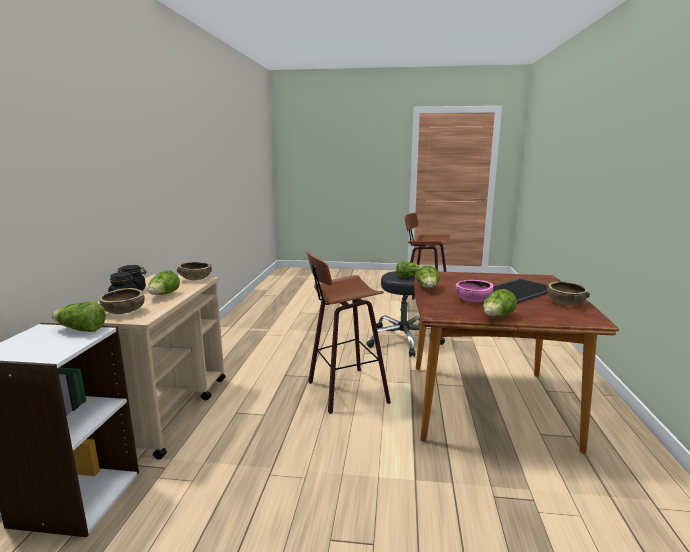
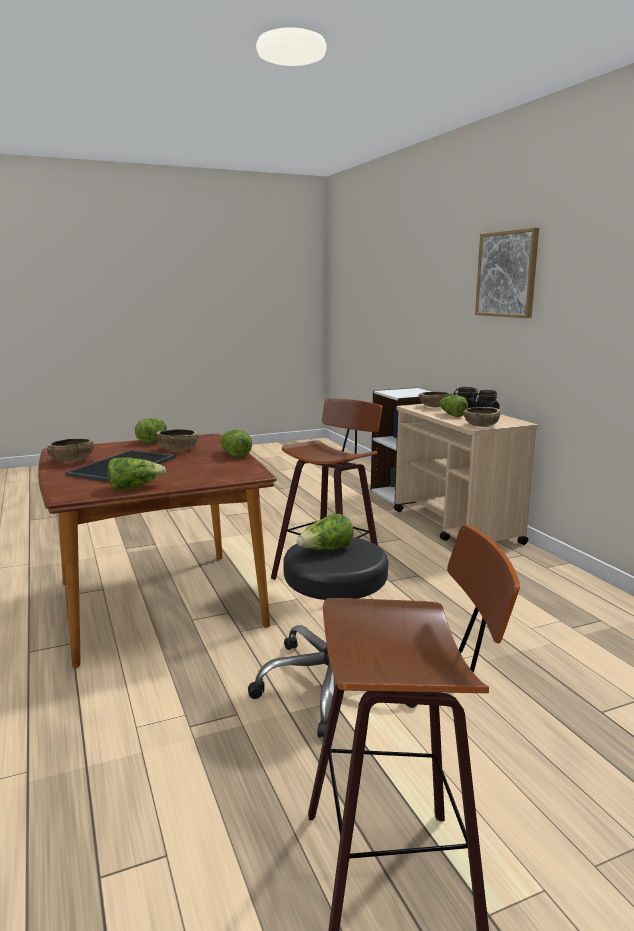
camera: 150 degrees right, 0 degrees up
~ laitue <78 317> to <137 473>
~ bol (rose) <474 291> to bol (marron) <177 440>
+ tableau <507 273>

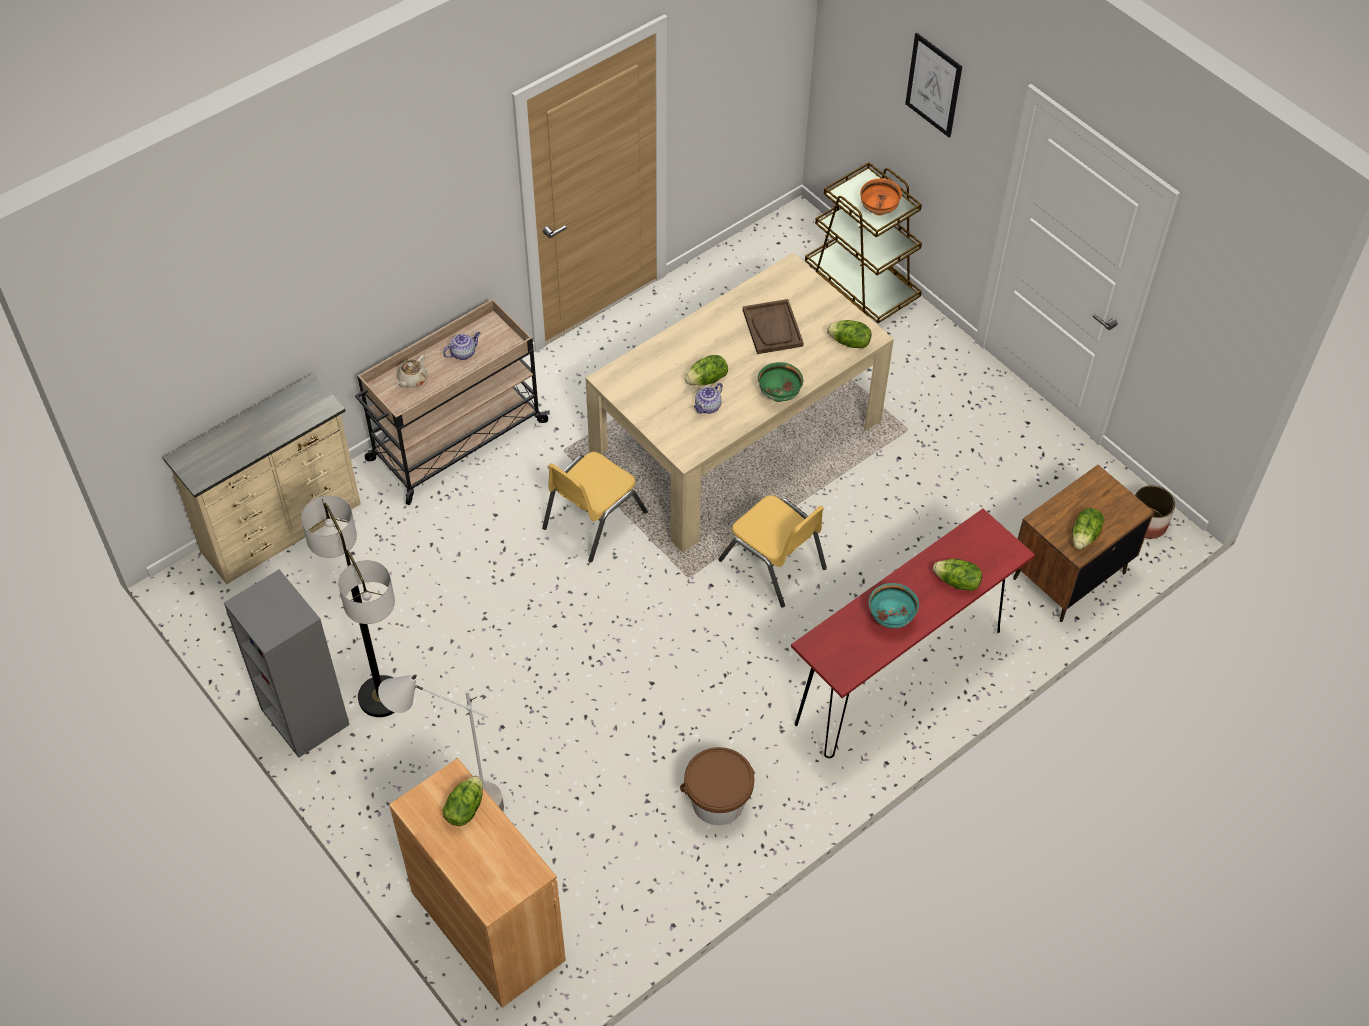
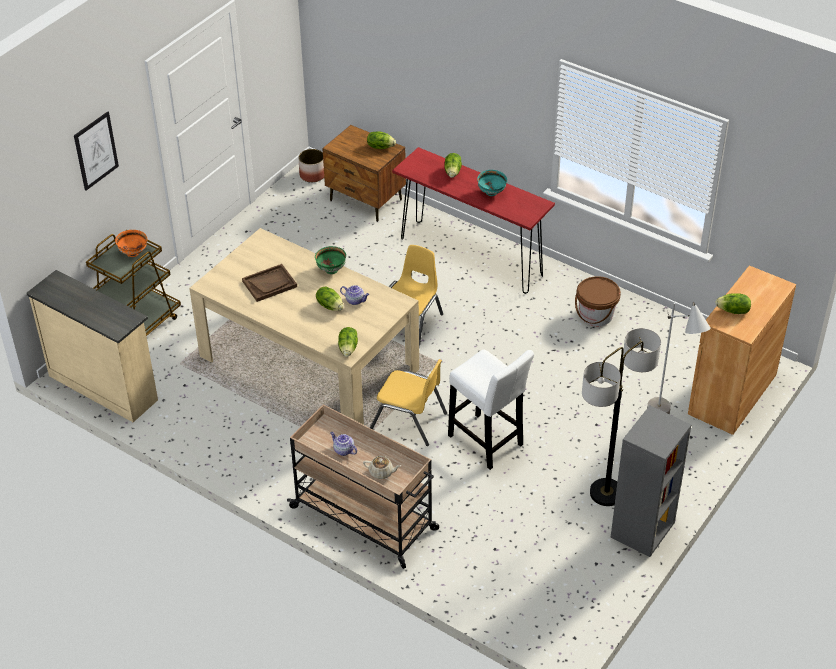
camera: 105 degrees left, 10 degrees down
~ commode (beige) <262 479> to <92 346>
~ laitue <849 334> to <348 342>
+ tabouret (blanc) <491 409>

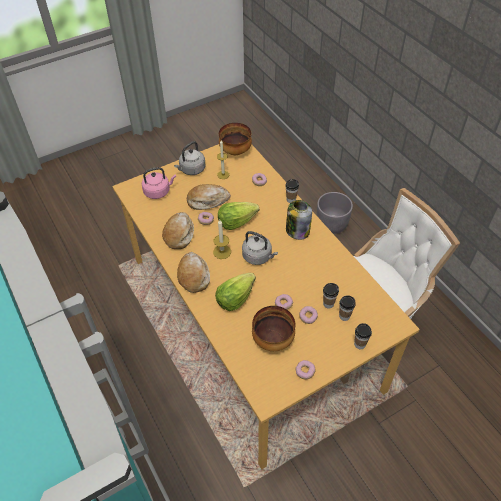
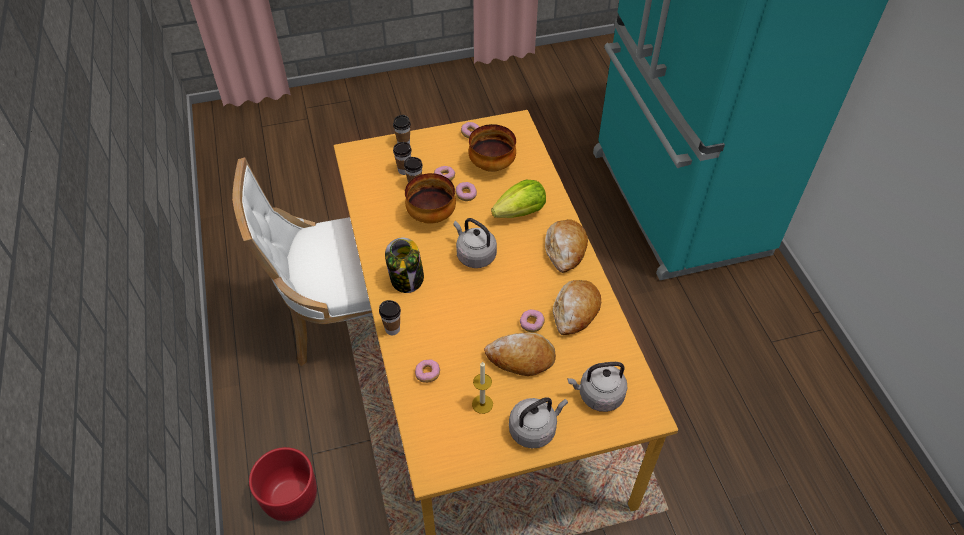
camera: 165 degrees left, 0 degrees up
~ bouilloire (rose) <159 183> to bouilloire (gris) <598 387>
- bougie <222 239>
- laitue <239 216>
~ bol <235 139> to <430 198>
~ cache-pot (gris) <335 213> to cache-pot (rouge) <283 484>

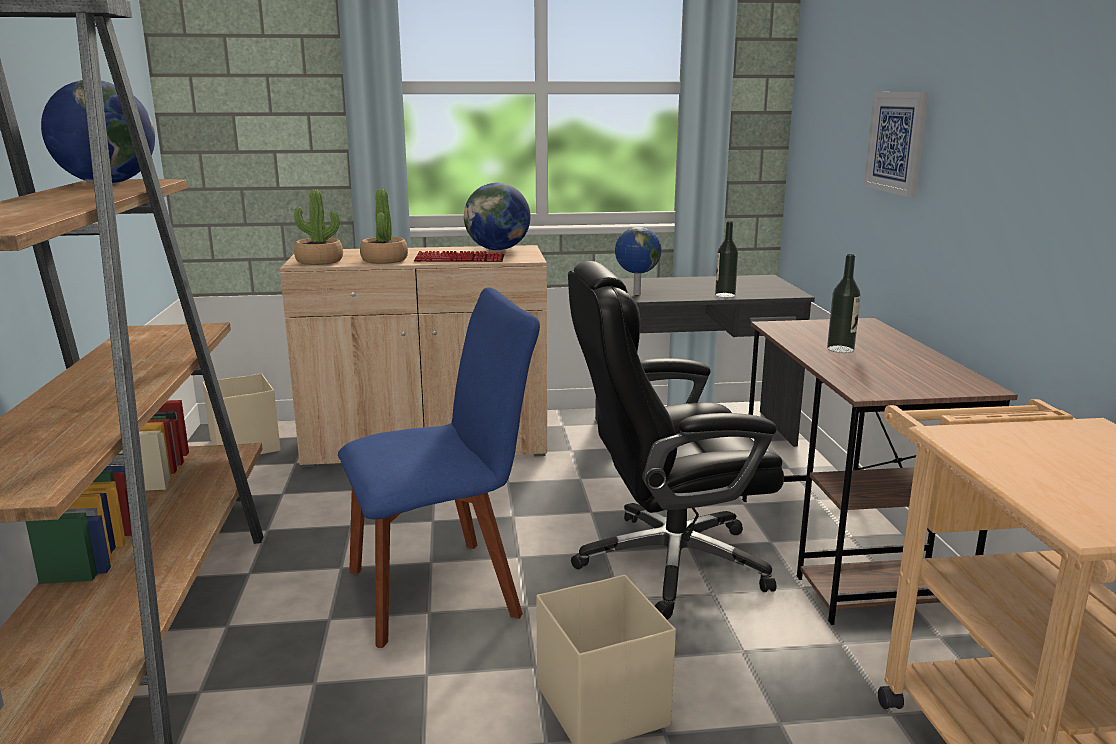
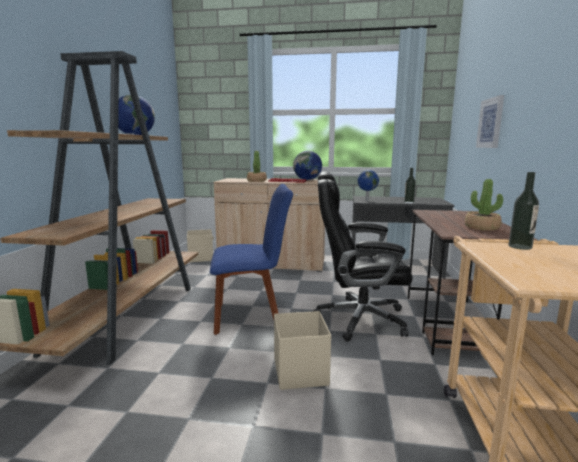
camera: 15 degrees right, 5 degrees down
~ plante en pot <318 227> to <484 205>
~ bouteille <844 303> to <524 211>

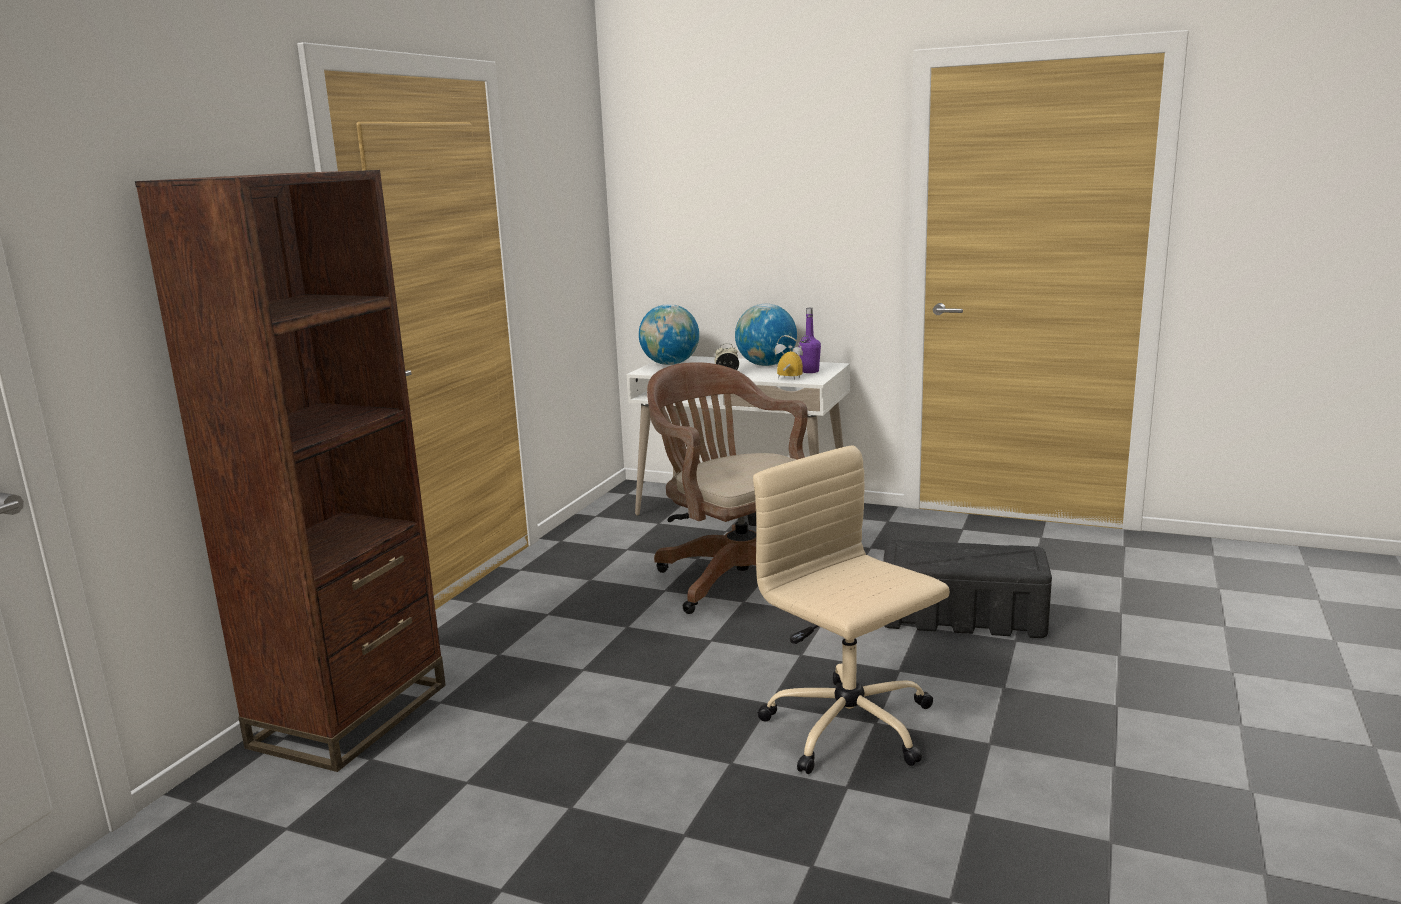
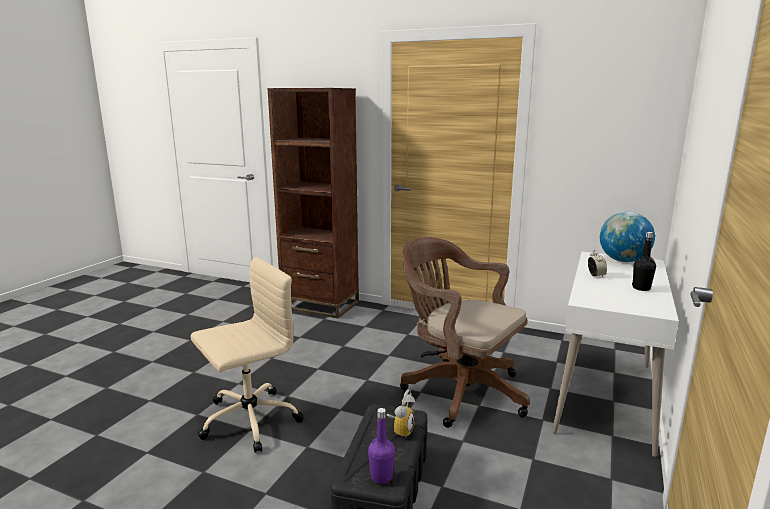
camera: 90 degrees right, 0 degrees up
~ chaise de bureau (marron) <727 488> = <465 332> 105 degrees counterclockwise
~ globe <766 335> to bouteille (noir) <644 261>
~ réveil <788 357> to <401 413>
~ bouteille (violet) <810 340> to <381 446>

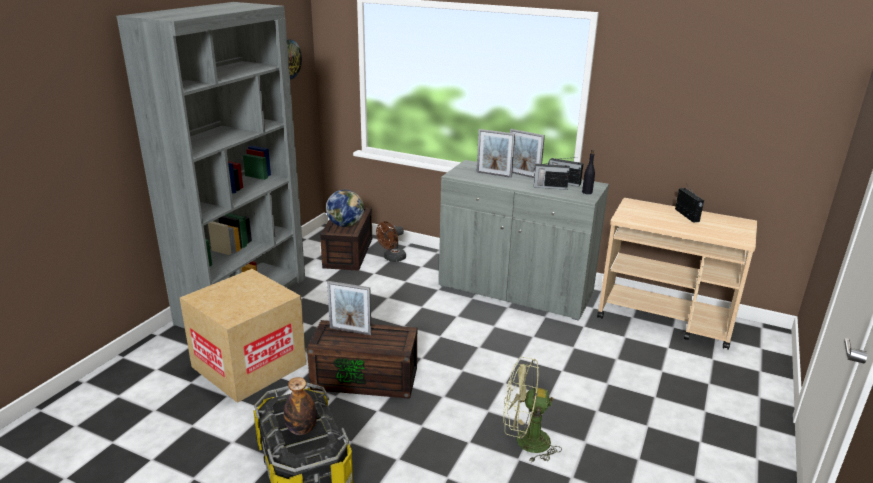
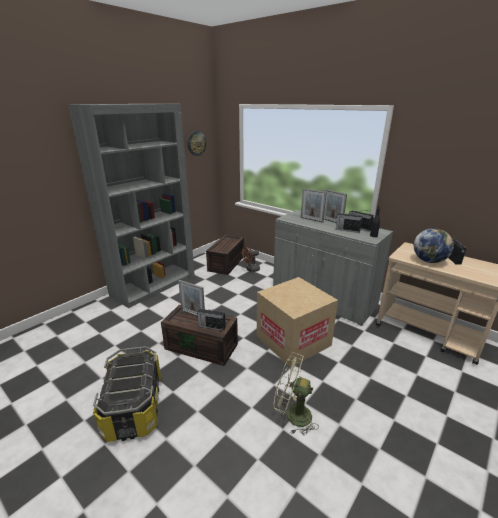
camera: 15 degrees right, 0 degrees up
~ carton <243 336> to <297 322>
- bouteille <300 406>
~ globe <345 208> to <434 245>
+ radio <211 320>

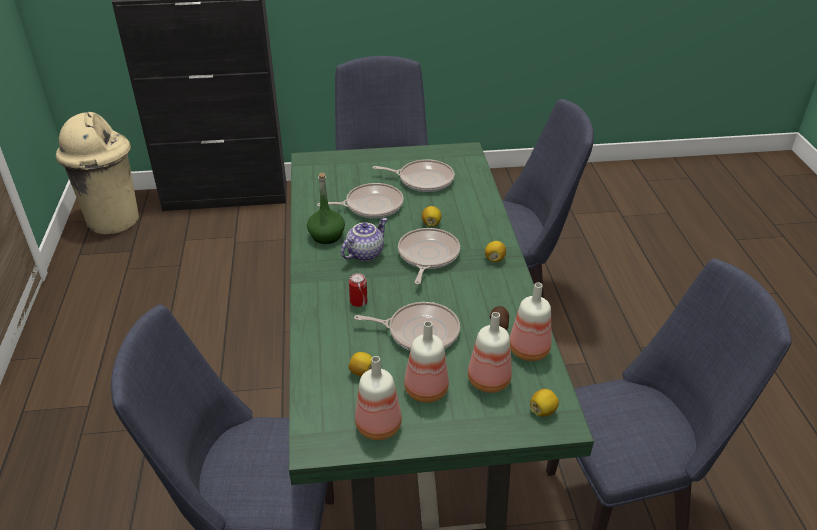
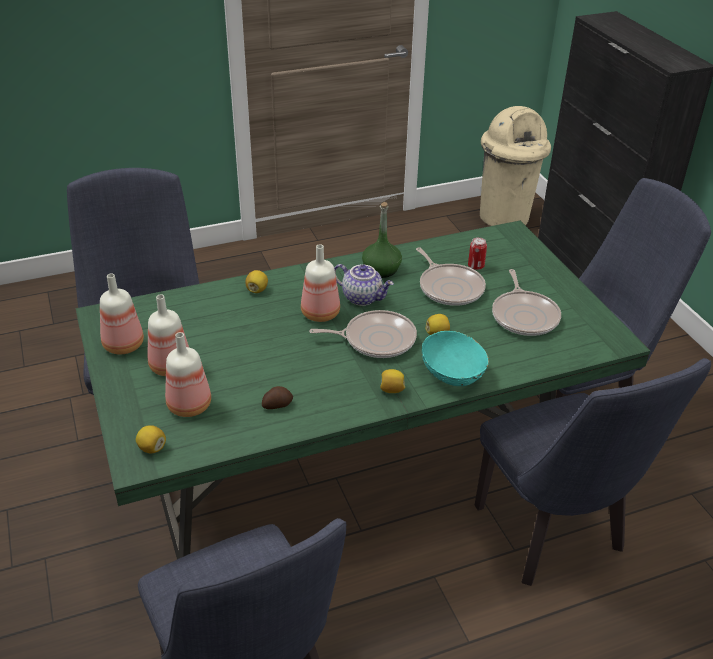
camera: 75 degrees right, 0 degrees up
~ citron <360 364> to <256 281>
~ boîte métallique <358 290> to <477 253>
- poêle <407 326>
~ bouteille <531 322> to <320 283>
+ bol (turquoise) <455 358>

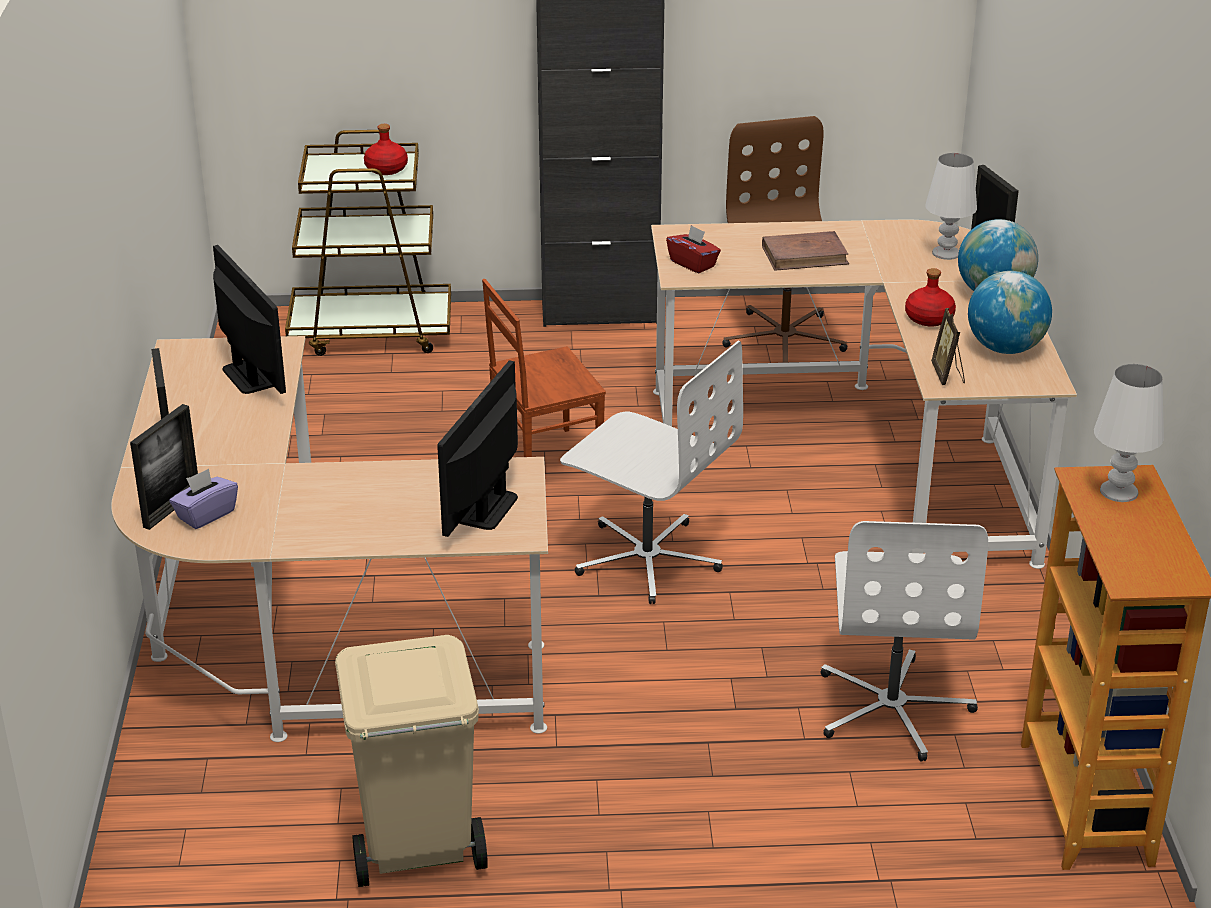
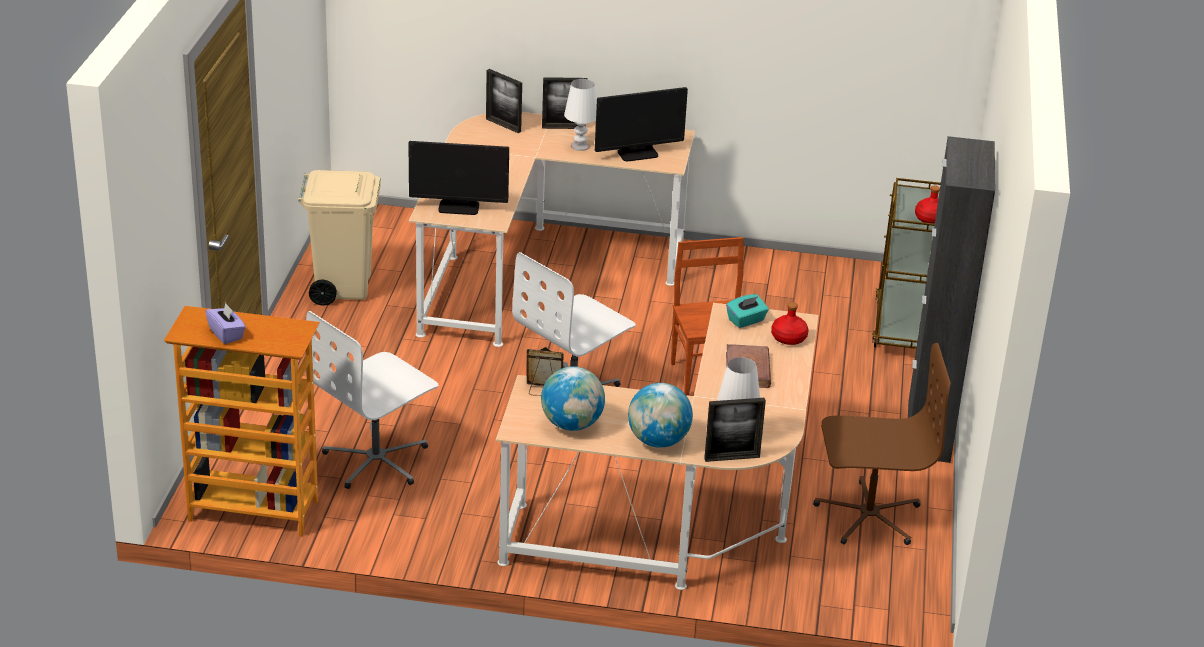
camera: 100 degrees right, 0 degrees up
~ boîte à mouchoirs (violet) <203 499> to <225 323>
~ écran d'ordinateur <477 448> = <458 178> 150 degrees clockwise
~ boîte à mouchoirs (rouge) <693 249> to boîte à mouchoirs (turquoise) <747 311>
~ chaise de bureau (blanc) <904 641> = <372 400> 60 degrees counterclockwise
~ bouteille (rouge) <930 297> to <790 323>
~ lampe de table (blanc) <1129 433> to <580 115>

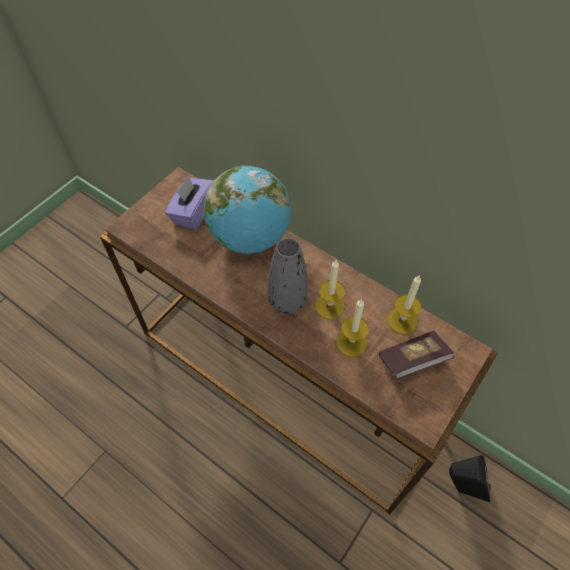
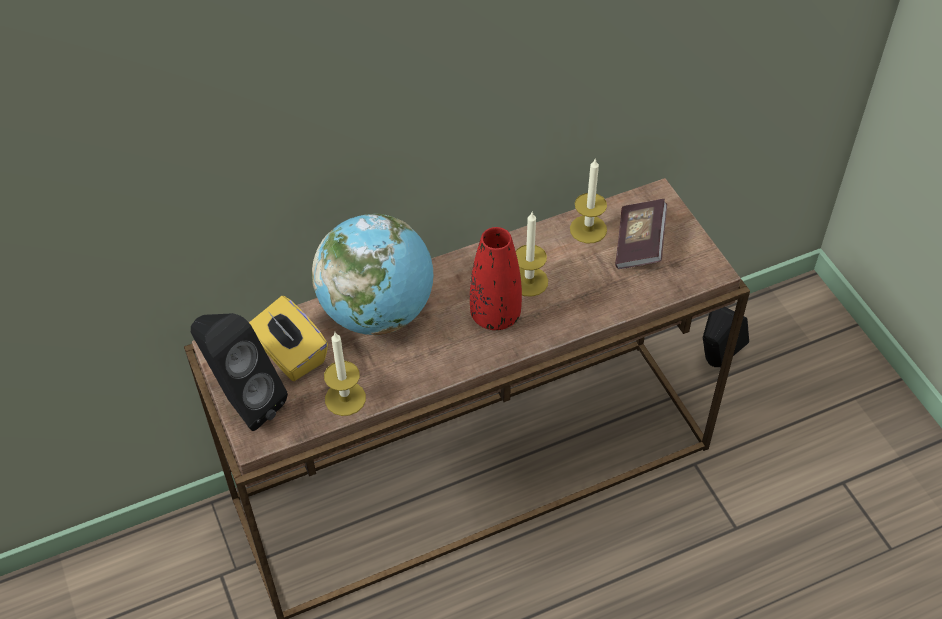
camera: 60 degrees left, 5 degrees down
~ boîte à mouchoirs (violet) <189 203> to boîte à mouchoirs (jaune) <288 338>
~ vase (gris) <288 276> to vase (rouge) <496 278>
~ bougie <352 328> to <345 374>
+ enceinte (noir) <239 372>

